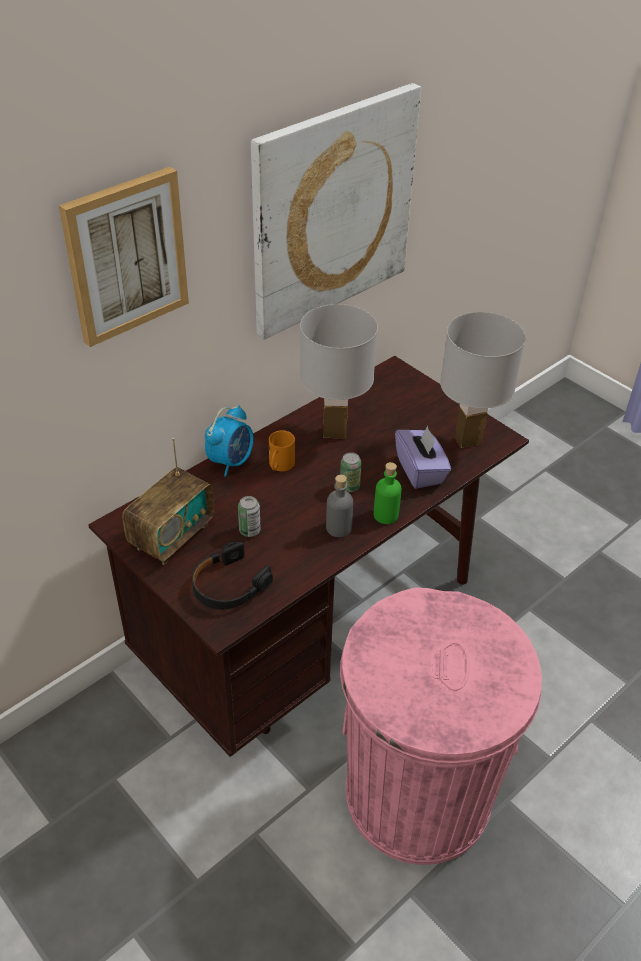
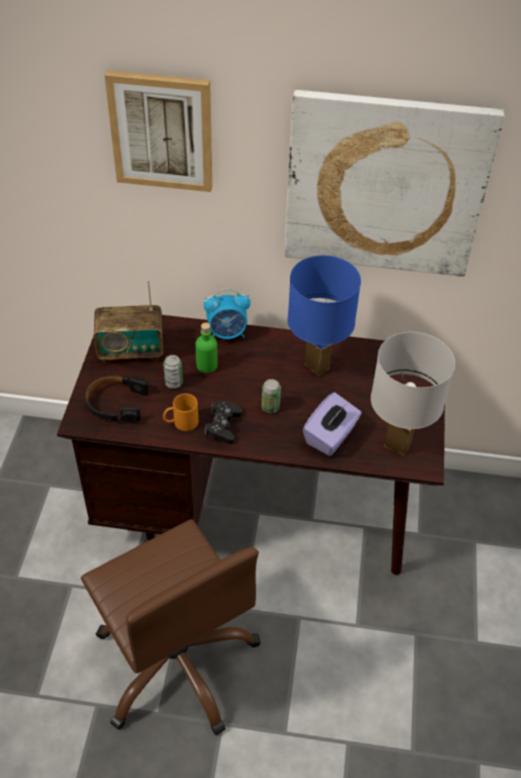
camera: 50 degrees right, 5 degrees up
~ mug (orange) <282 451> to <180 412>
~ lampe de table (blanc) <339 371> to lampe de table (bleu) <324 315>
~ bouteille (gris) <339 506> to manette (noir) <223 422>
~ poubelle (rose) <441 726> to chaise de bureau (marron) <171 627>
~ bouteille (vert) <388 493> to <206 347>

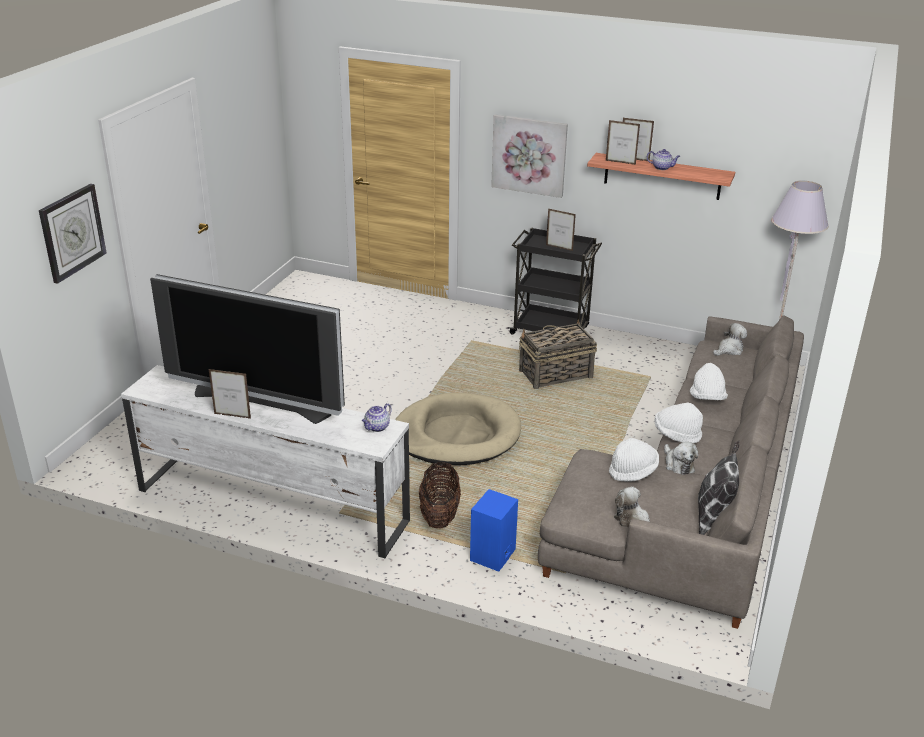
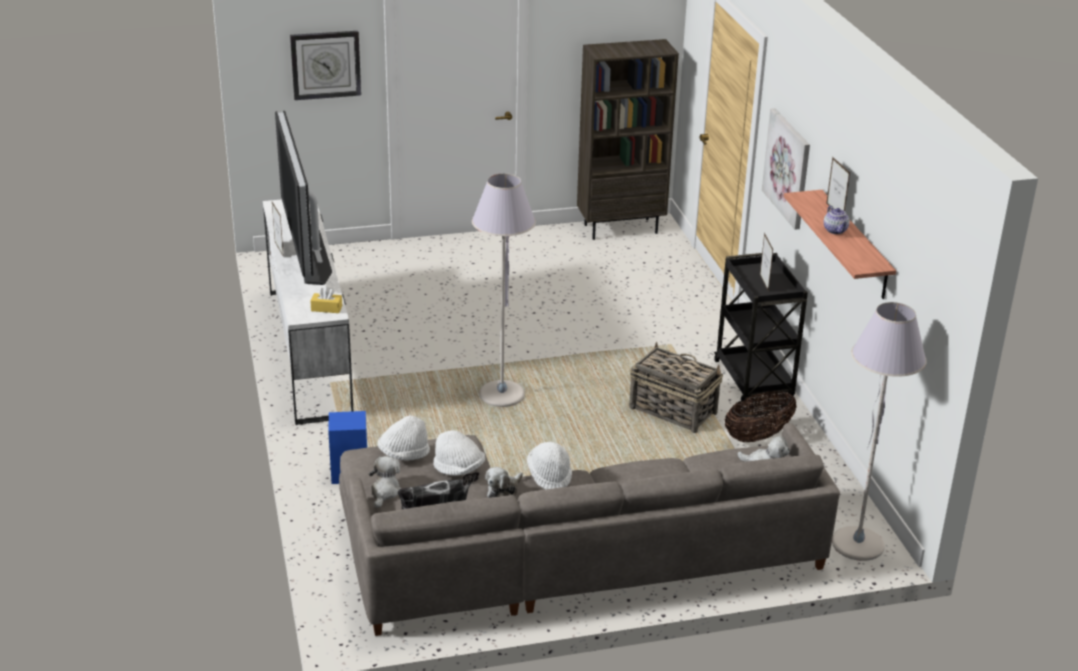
camera: 55 degrees right, 0 degrees up
~ théière <377 417> to boîte à mouchoirs (jaune) <326 300>
~ panier pour chien (beige) <458 429> to lampadaire (gris) <504 290>
~ panier <440 495> to <761 416>
- cadre photo <623 142>
~ chapeau (blanc) <709 381> to <404 438>
+ bibliothèque (marron) <628 139>

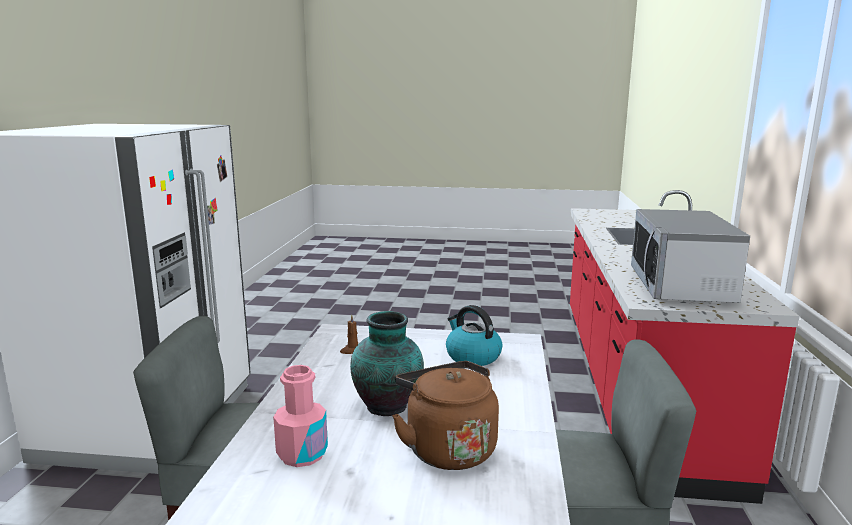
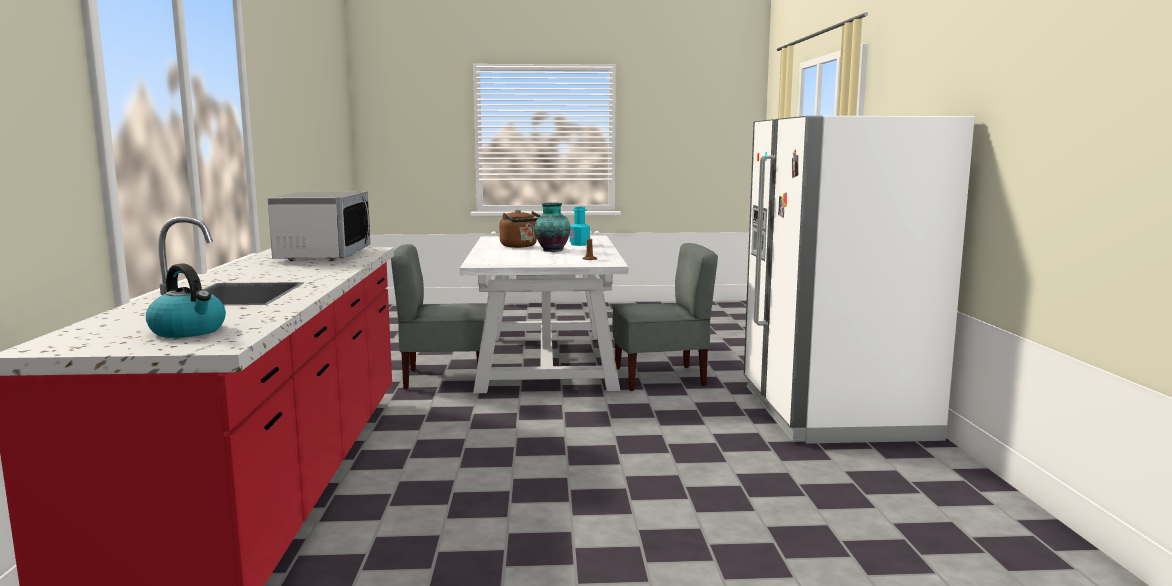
camera: 170 degrees right, 5 degrees down
~ bouteille (rose) <300 416> to bouteille (turquoise) <580 226>
~ bouilloire <474 335> to <186 301>

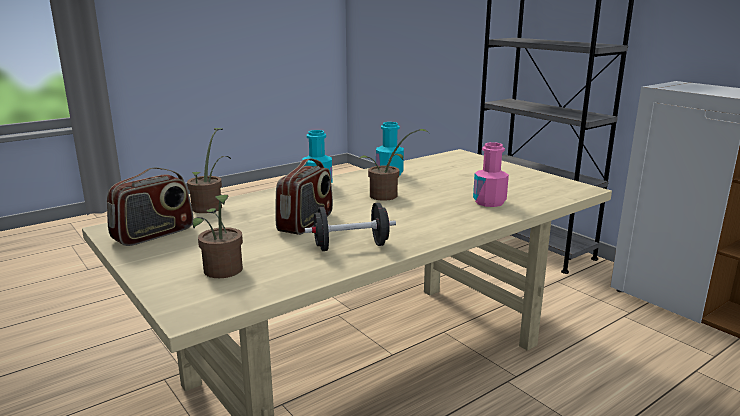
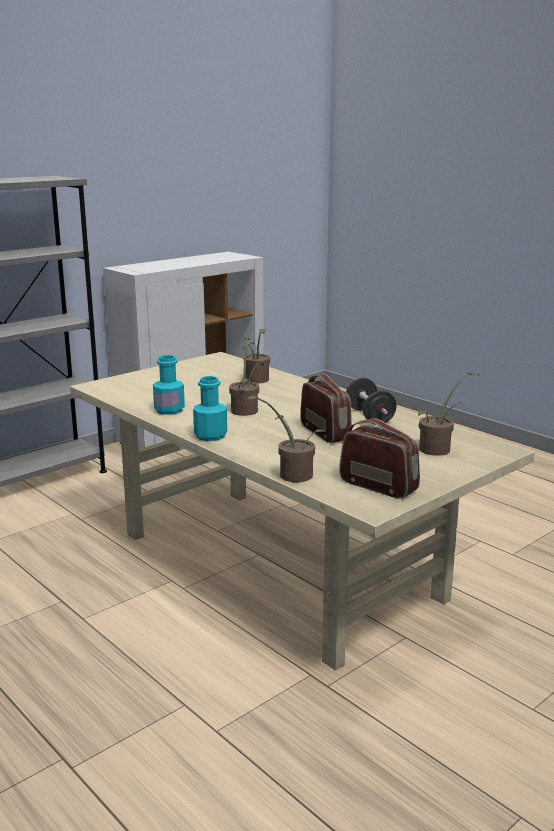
camera: 95 degrees left, 0 degrees up
~ radio <304 197> = <326 408> 45 degrees clockwise
~ bouteille (rose) <491 174> to plante en pot <256 356>

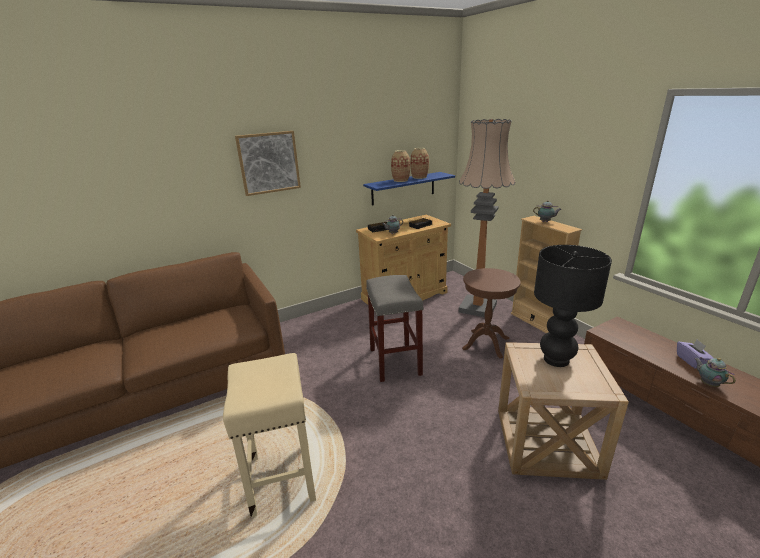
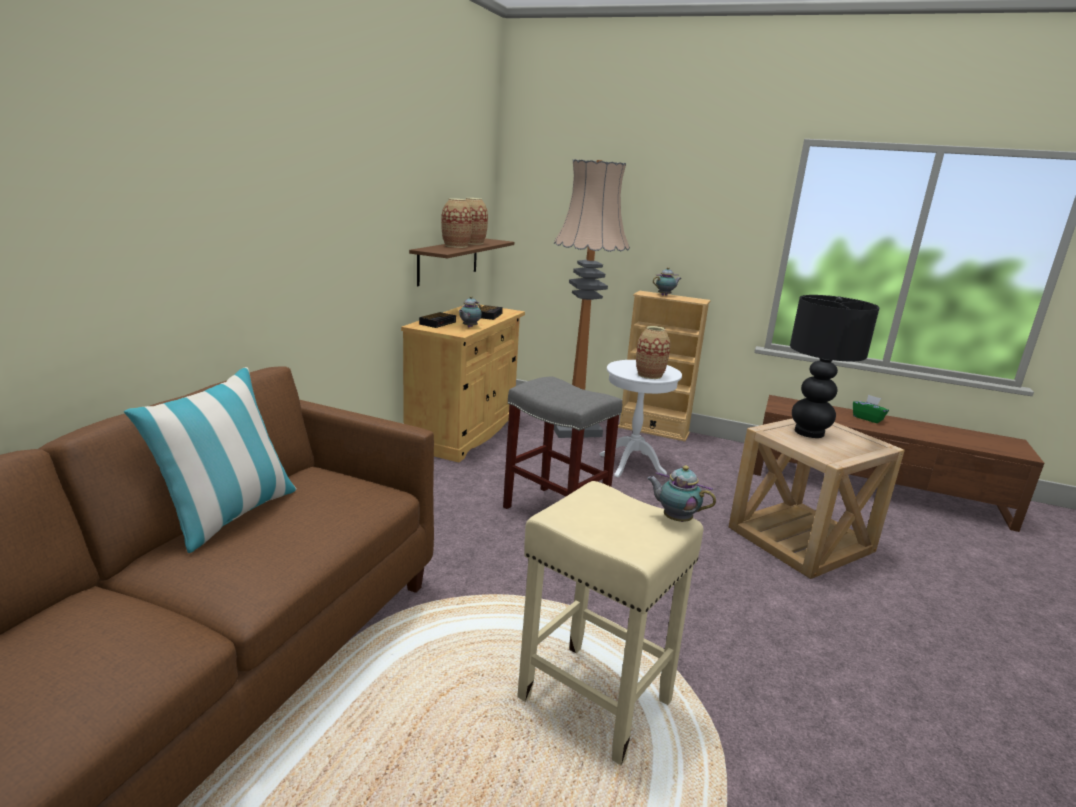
camera: 40 degrees left, 5 degrees down
- tableau <268 163>
~ étagère (bleu) <409 189> to étagère (marron) <461 262>
~ table d'appoint (marron) <491 313> to table d'appoint (blanc) <640 418>
~ boîte à mouchoirs (violet) <695 354> to boîte à mouchoirs (vert) <871 409>
~ théière <715 372> to <681 493>
+ coussin <210 460>
+ vase <653 352>

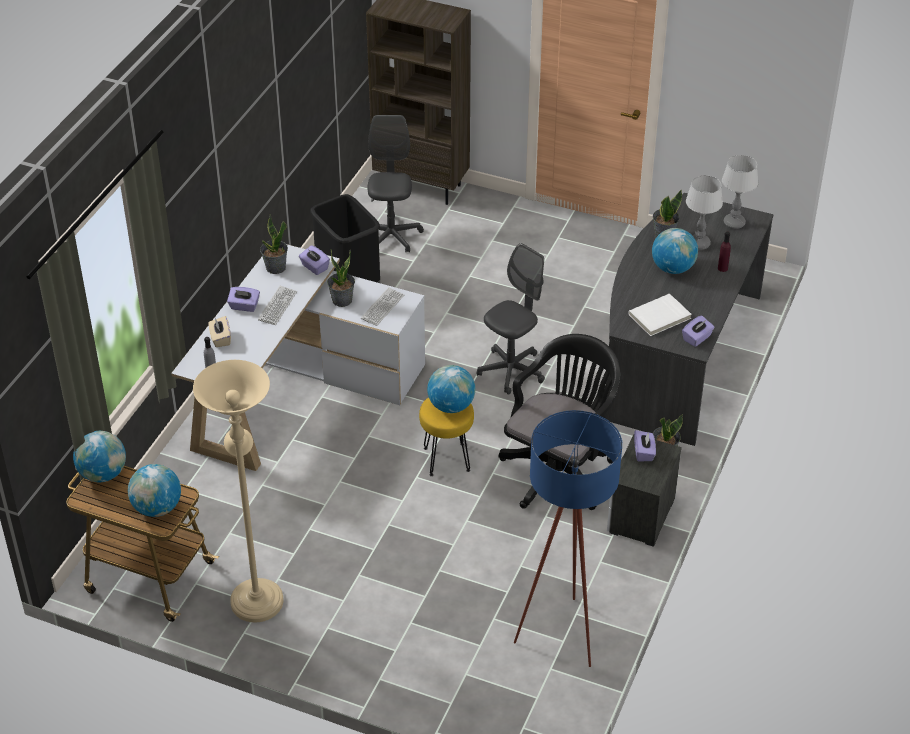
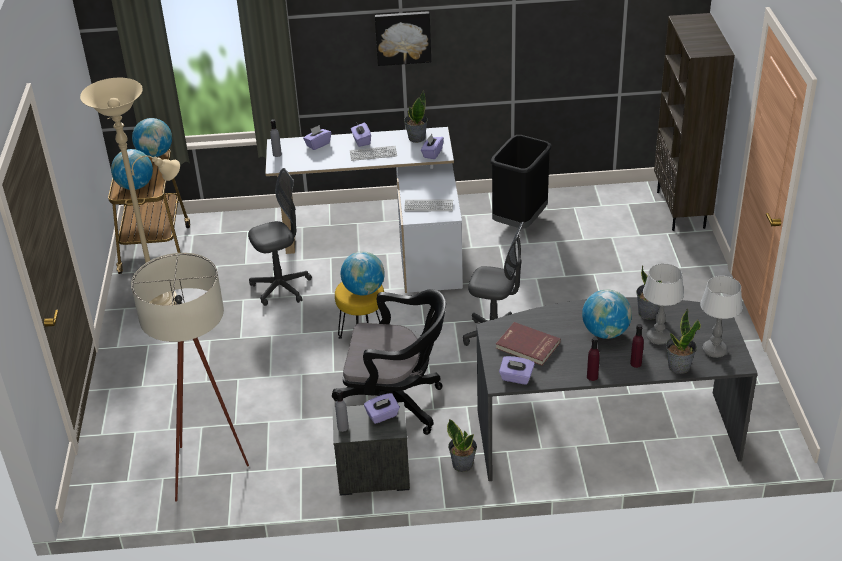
camera: 65 degrees right, 5 degrees down
~ boîte à mouchoirs (beige) <220 331> to boîte à mouchoirs (violet) <317 137>
~ plante en pot <341 278> to <683 341>
~ chaise de bureau (gris) <396 184> to <280 237>
~ lampadaire (bleu) <568 538> to lampadaire (beige) <190 377>
~ livre (blanc) <660 315> to livre (rouge) <528 343>
+ bouteille (gris) <342 411>
+ tableau <403 38>
+ bouteille (violet) <593 359>

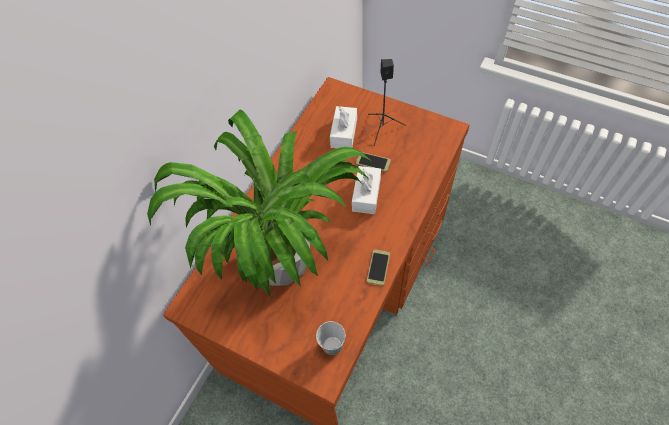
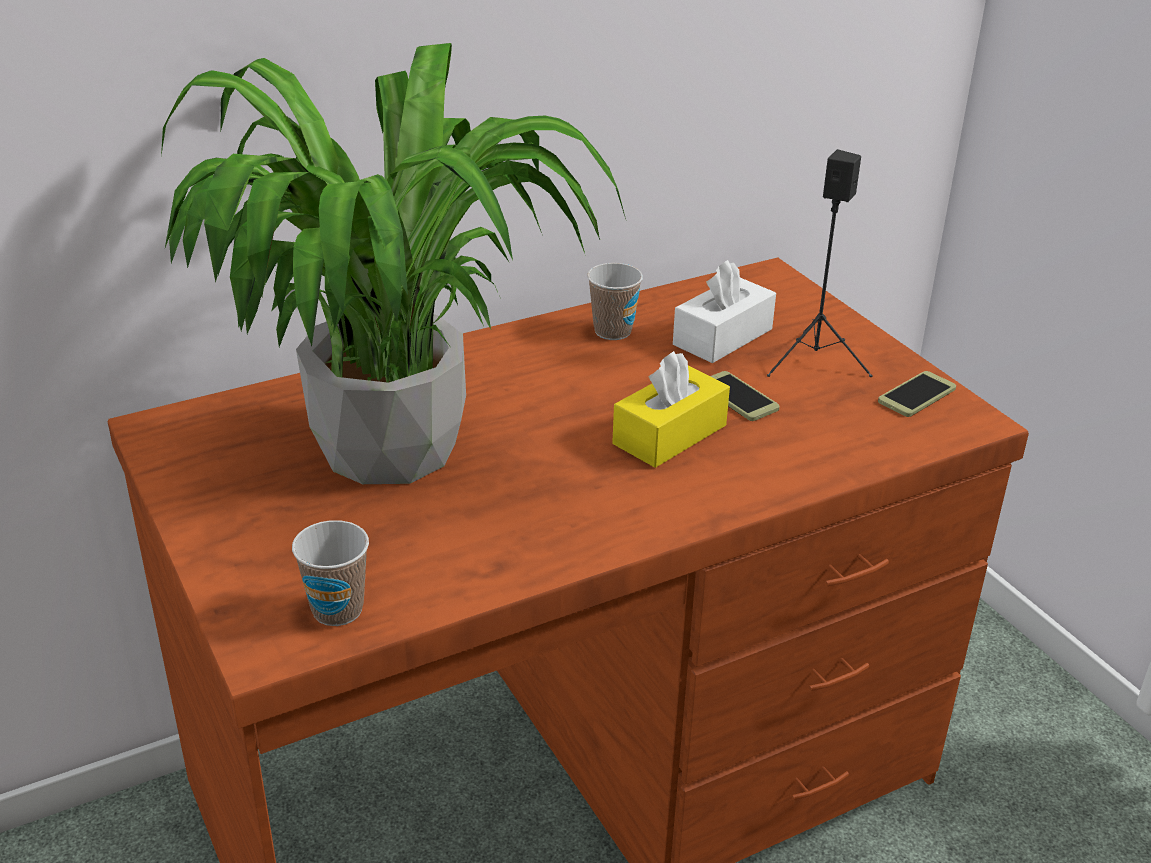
camera: 30 degrees right, 25 degrees down
~ boîte à mouchoirs (blanc) <366 190> to boîte à mouchoirs (jaune) <671 409>
~ téléphone <378 267> to <917 394>
+ tasse <615 301>

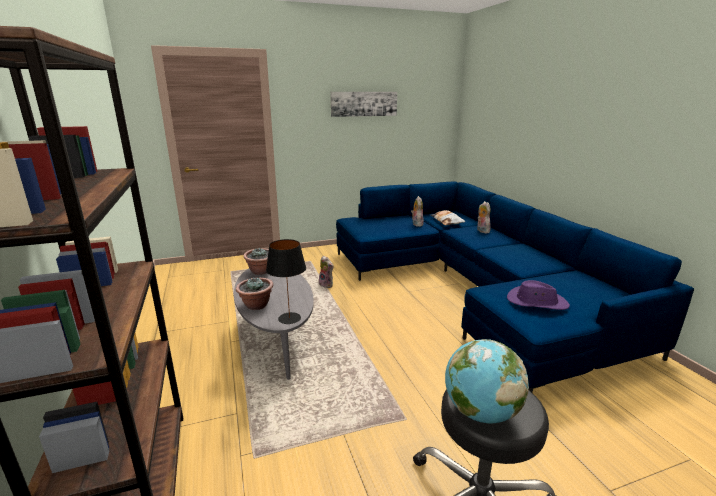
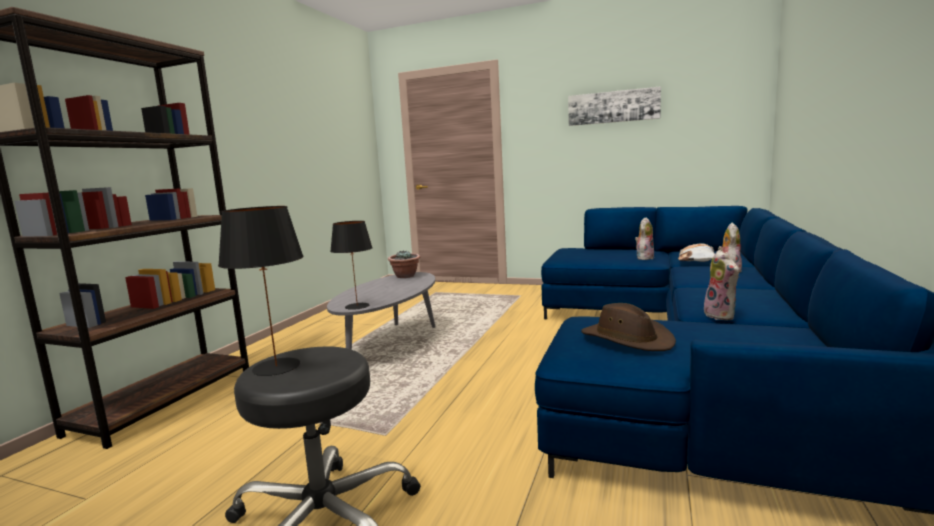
camera: 40 degrees right, 10 degrees down
- plante en pot <254 293>
~ peluche <326 272> to <721 285>
~ globe <487 381> to lampe de table (noir) <261 291>
~ chapeau (violet) <538 295> to chapeau (marron) <628 327>

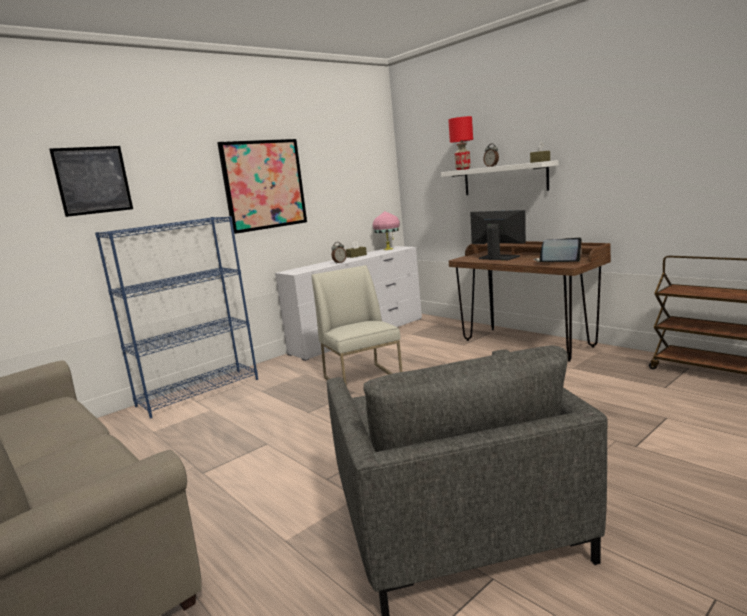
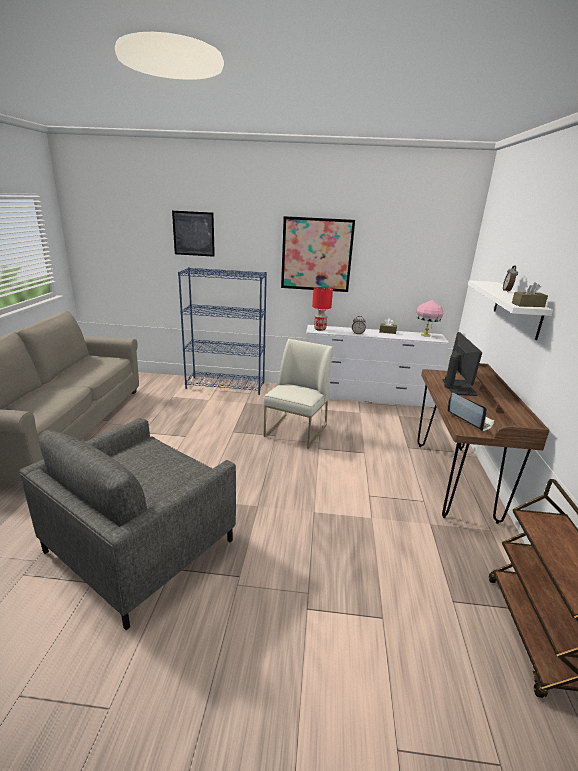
camera: 45 degrees right, 10 degrees up
~ lampe de table (rouge) <460 143> to <322 309>

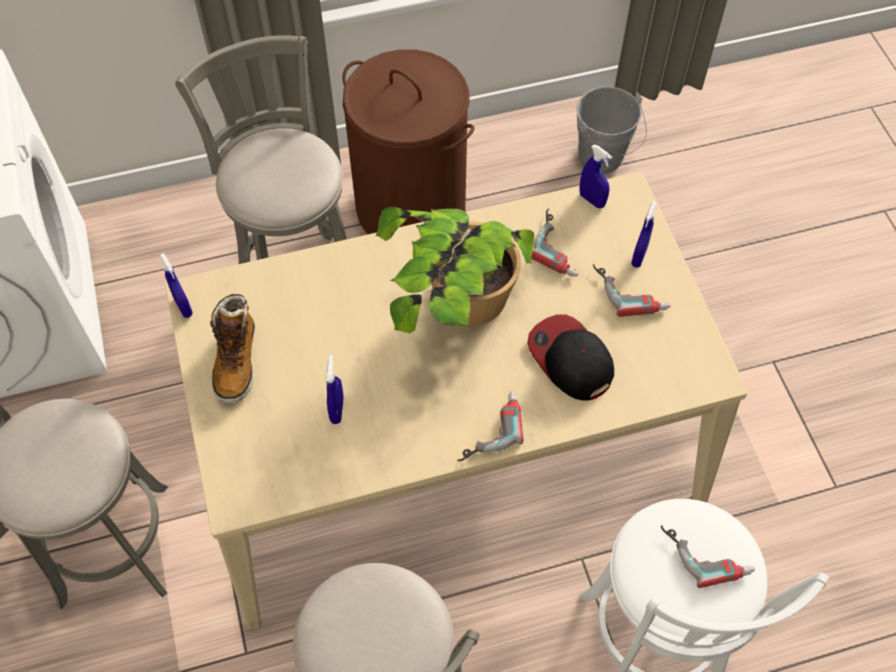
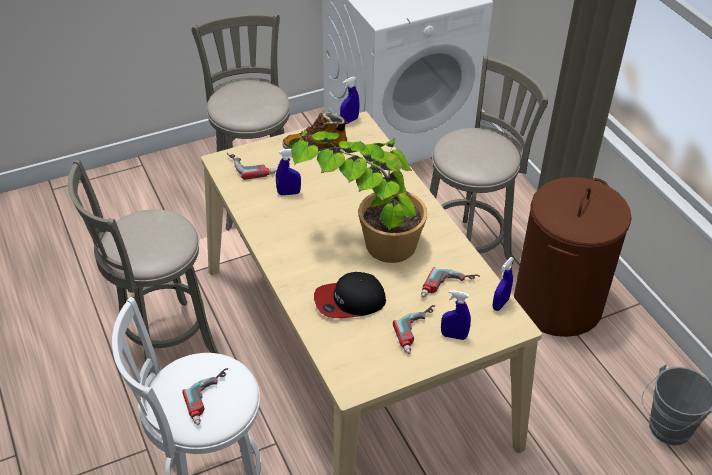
camera: 80 degrees right, 15 degrees down
~ perceuse <490 426> to <252 166>
~ casquette <570 357> = <350 295> 150 degrees counterclockwise

